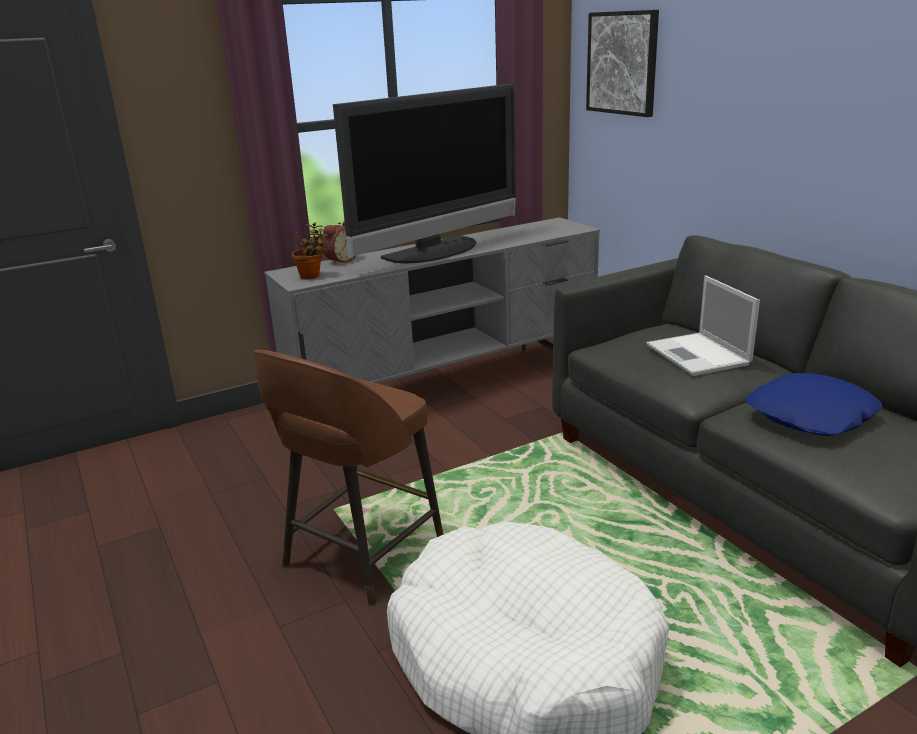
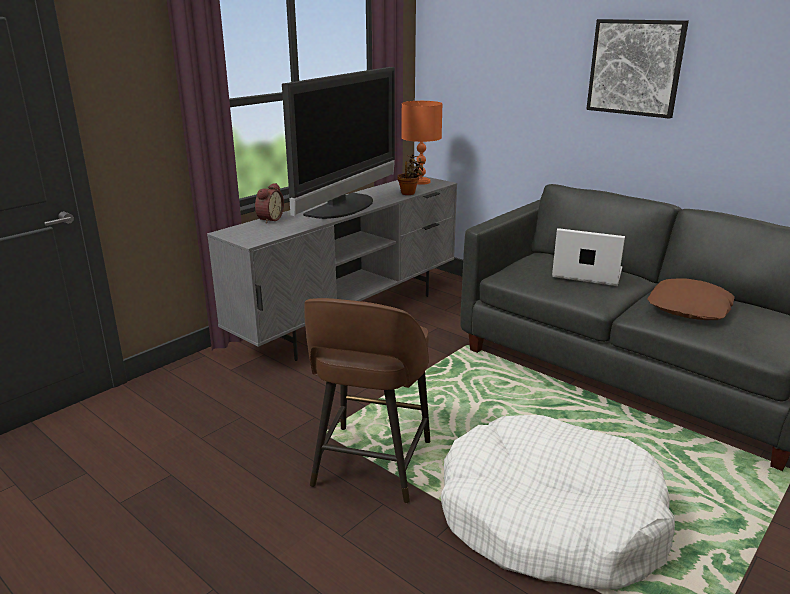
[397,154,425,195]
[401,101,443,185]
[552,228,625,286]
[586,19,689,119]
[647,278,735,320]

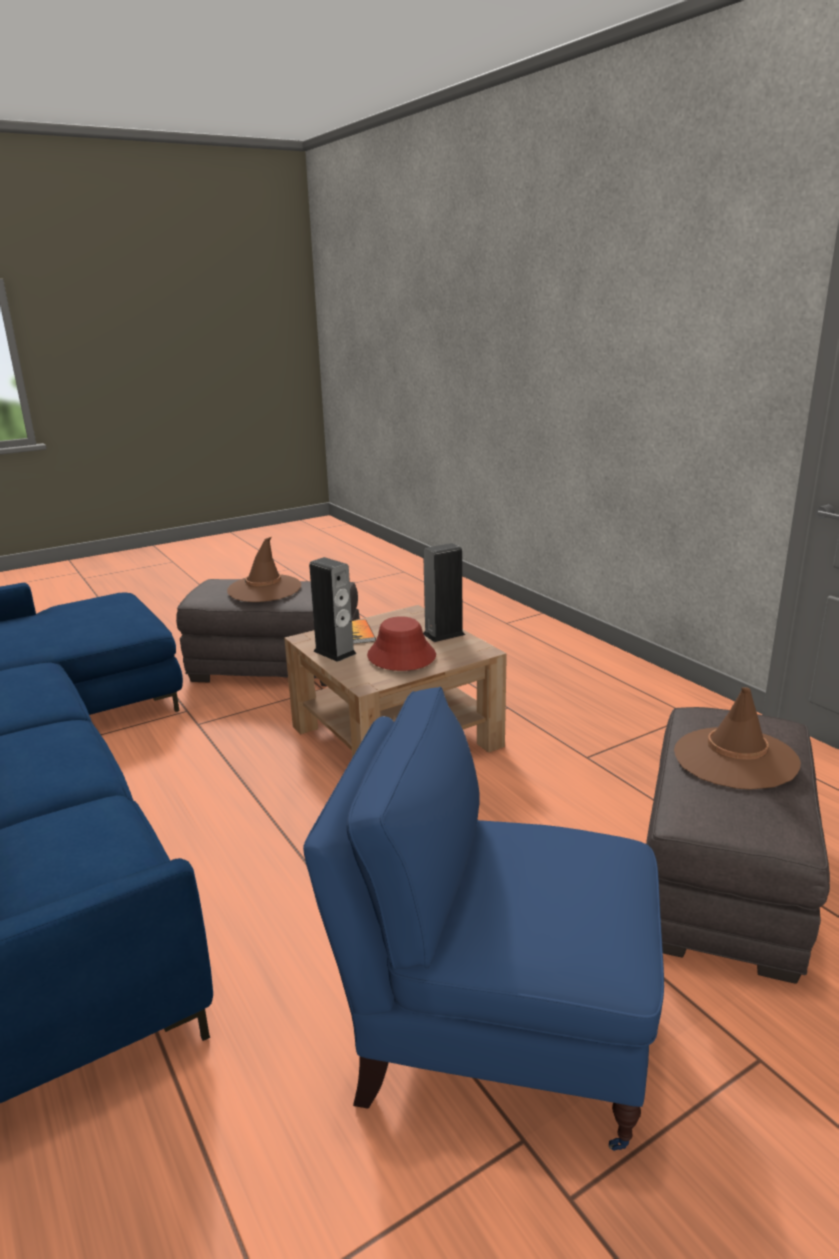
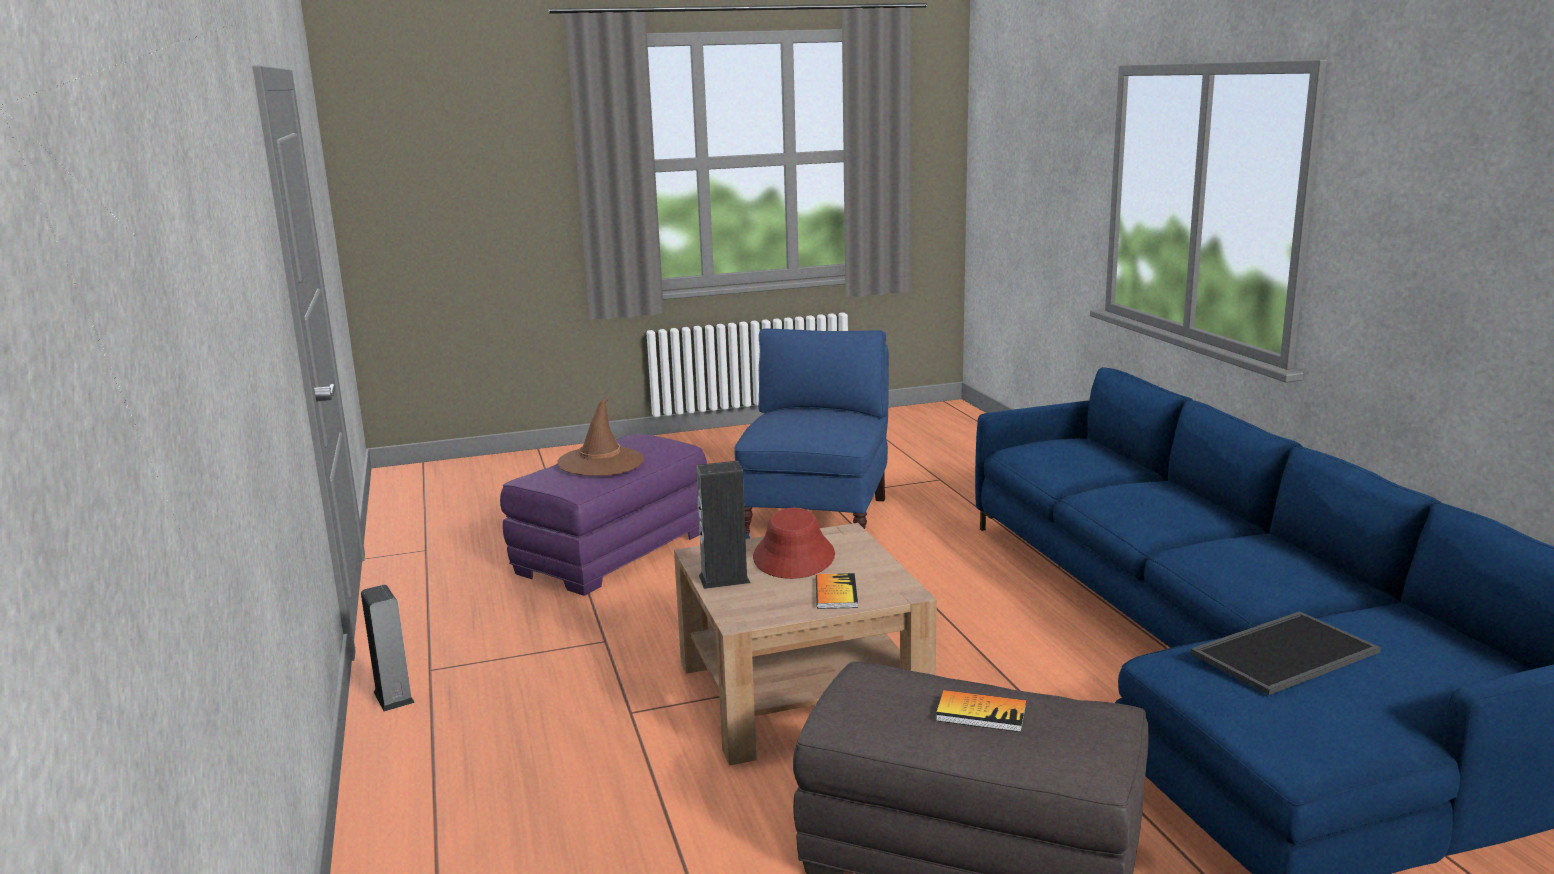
[361,585,415,712]
[500,434,707,596]
[734,329,889,539]
[936,690,1026,732]
[1191,611,1381,695]

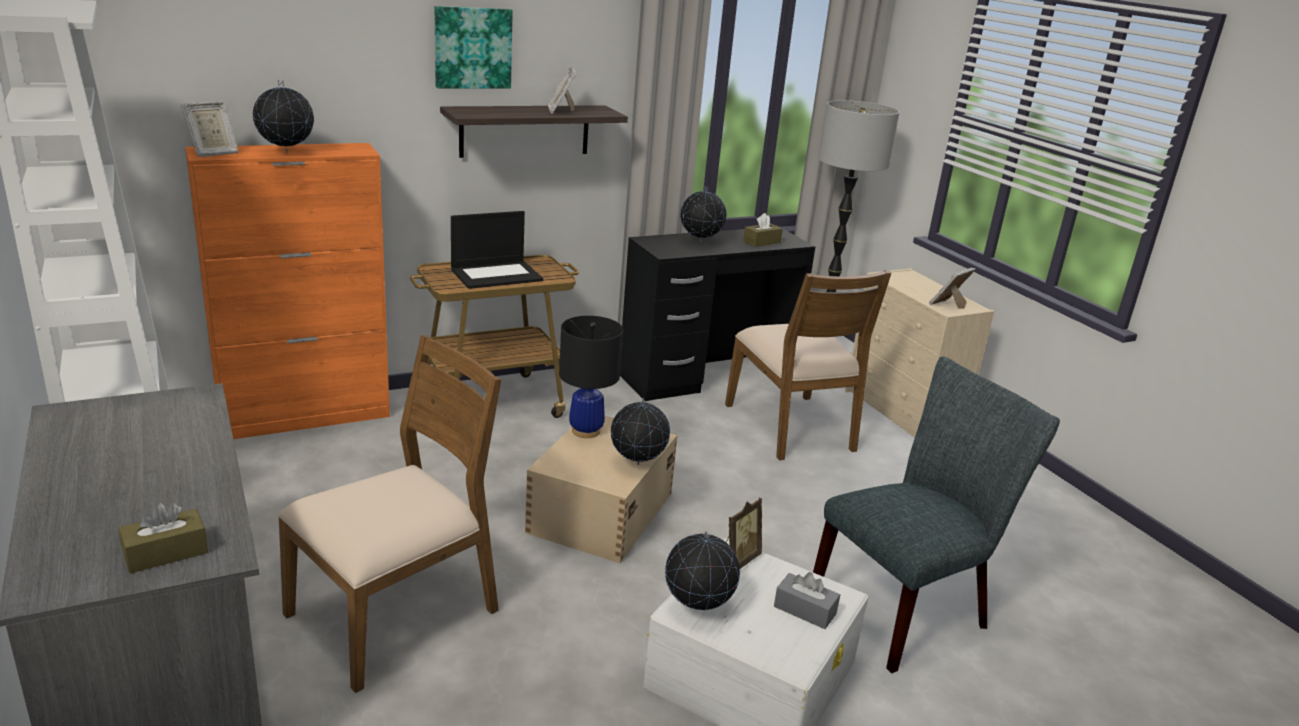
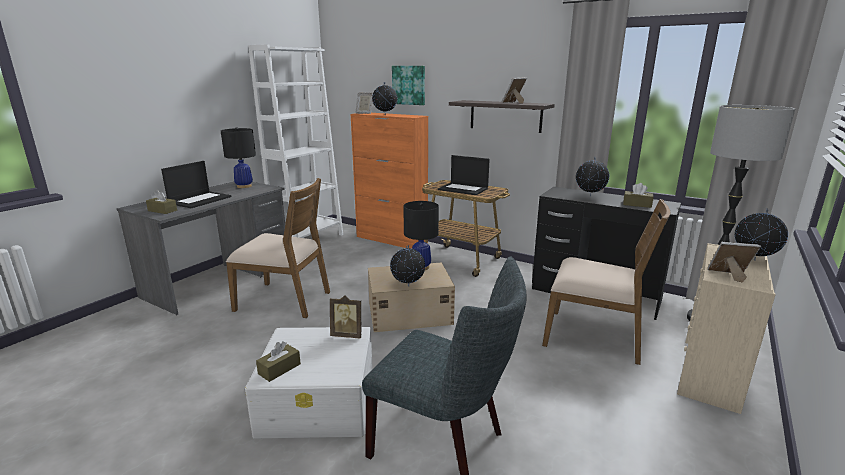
[161,161,232,208]
[221,127,256,188]
[256,341,301,382]
[392,66,425,105]
[542,199,670,365]
[735,208,788,261]
[774,572,840,629] (first image)

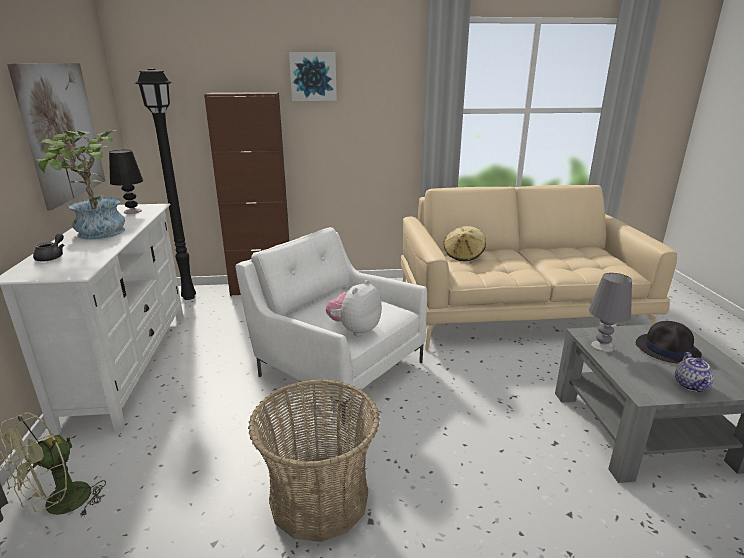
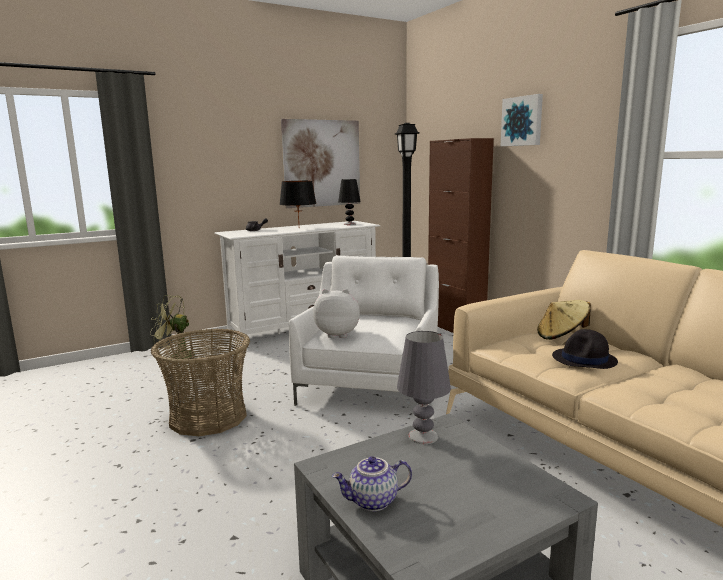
[279,181,316,222]
[552,329,618,369]

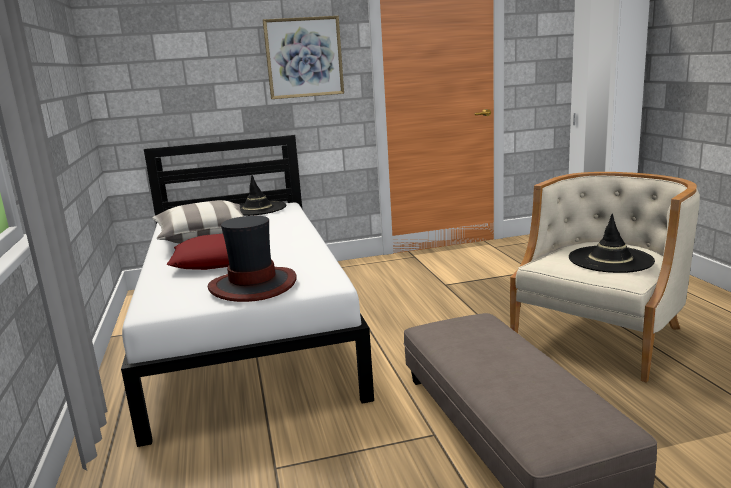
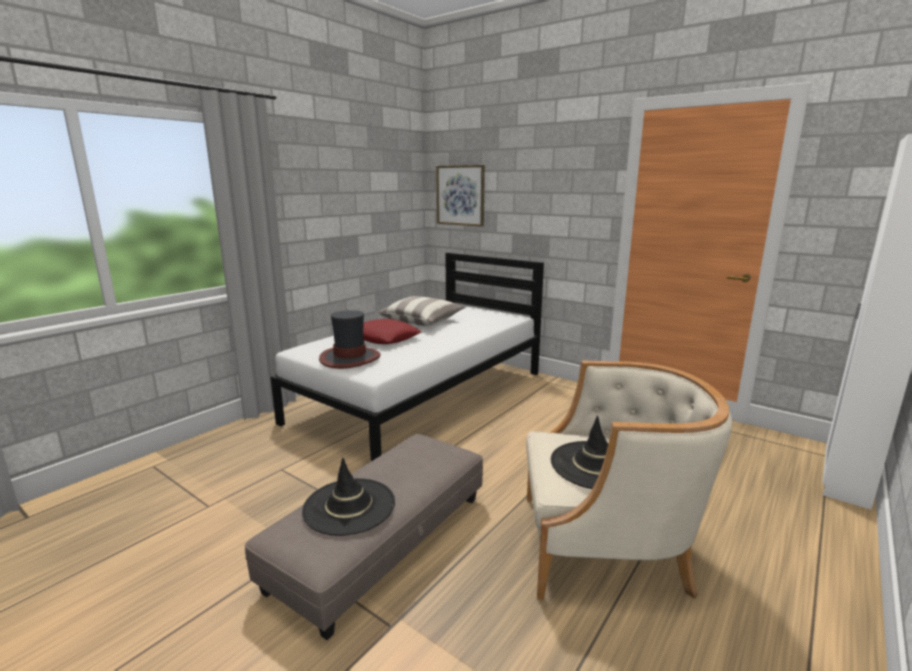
[302,458,395,536]
[436,165,485,227]

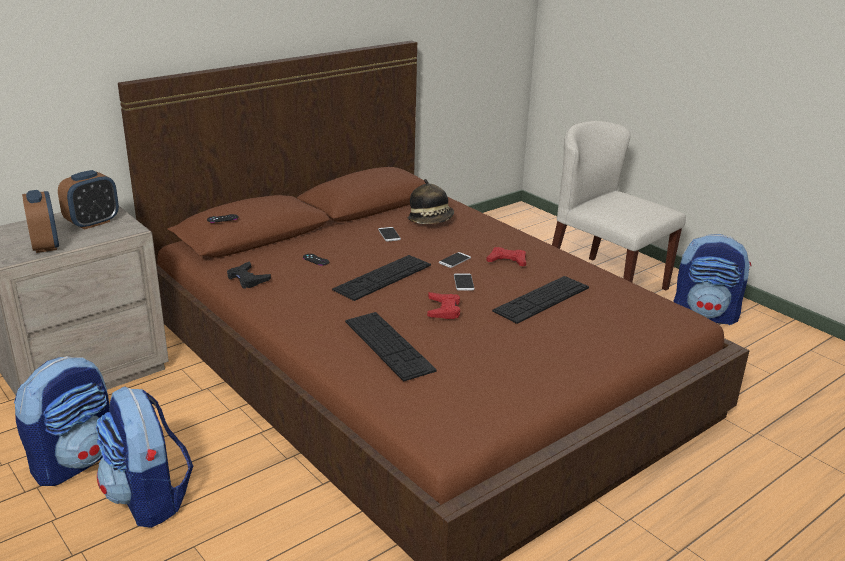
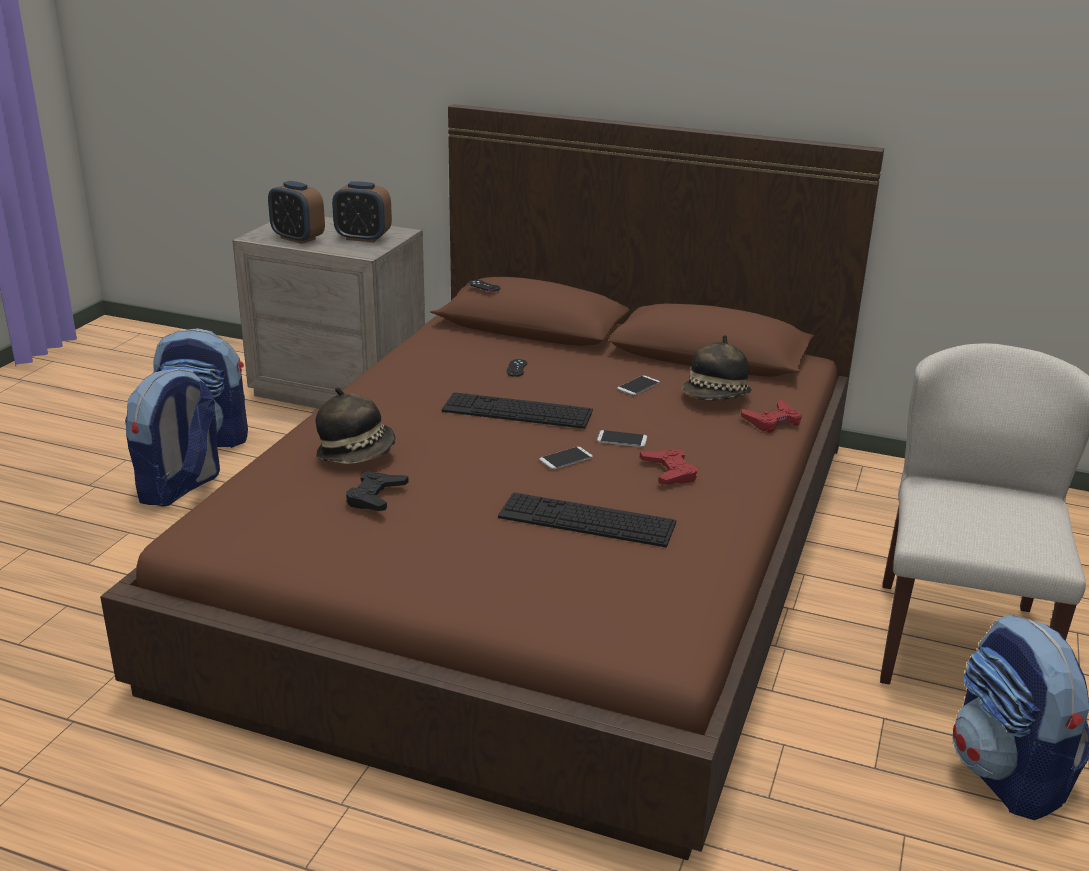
[268,181,325,244]
[315,387,396,464]
[346,471,409,511]
[741,399,802,433]

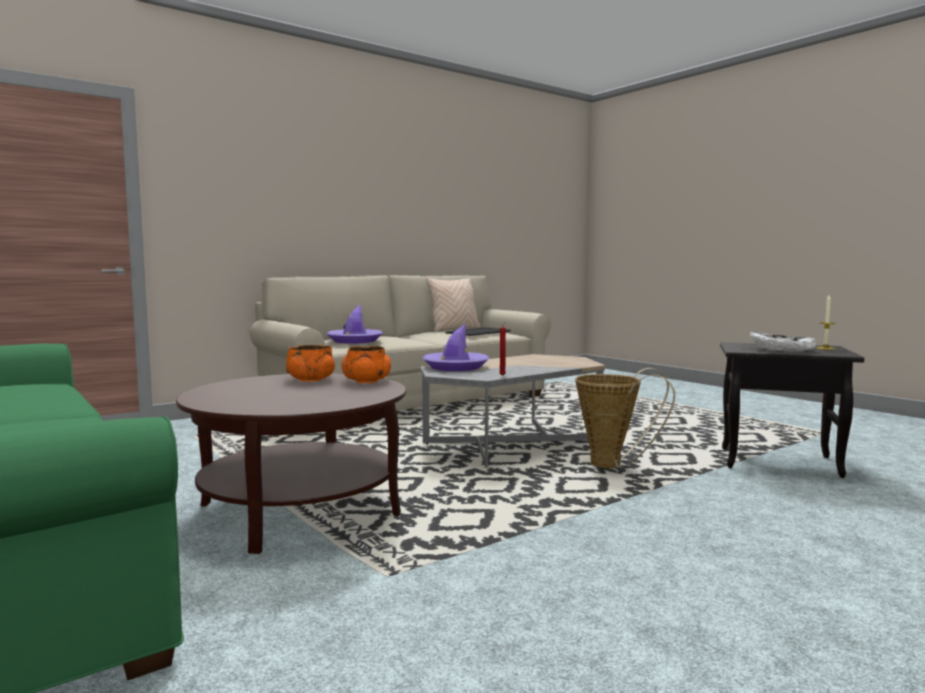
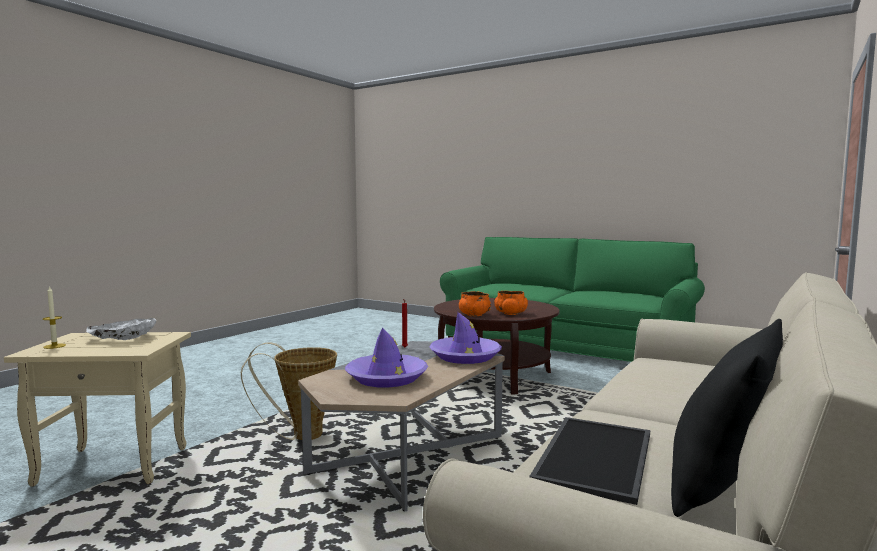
[4,332,191,487]
[345,328,428,387]
[671,319,783,517]

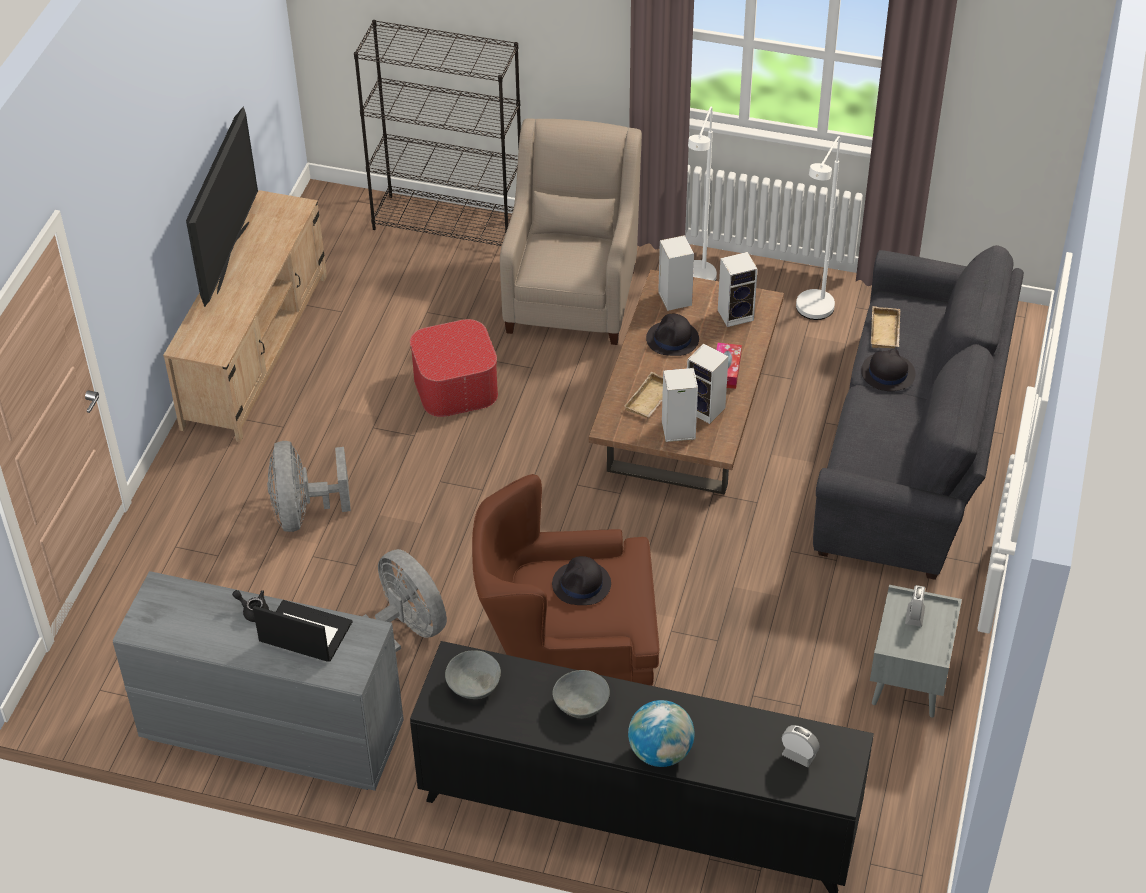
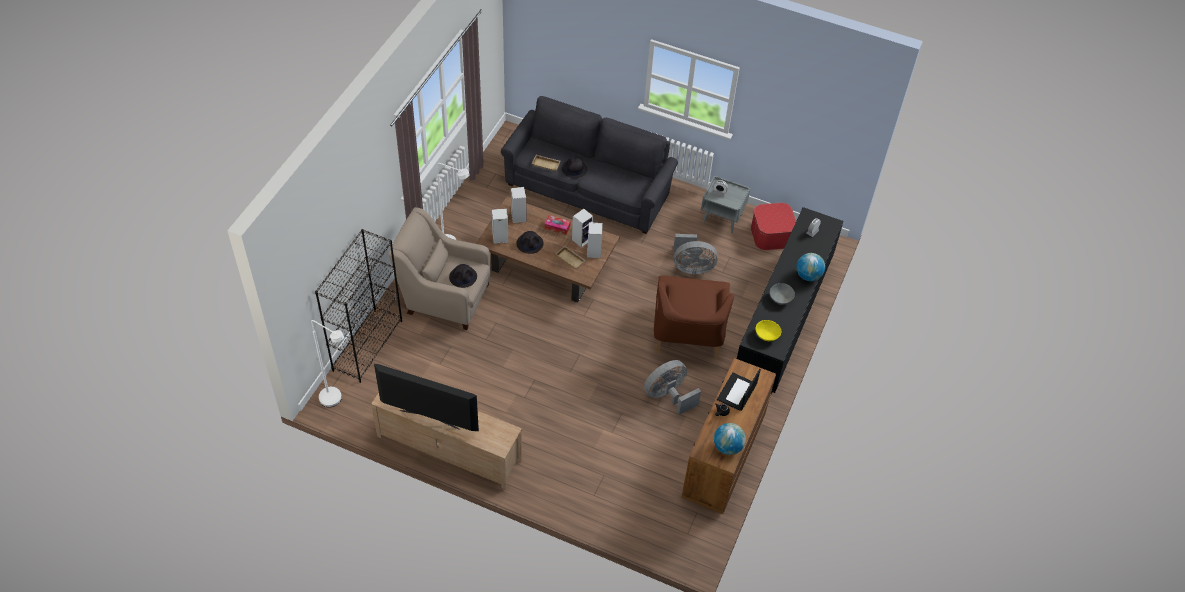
[311,320,344,407]
[449,264,477,288]
[673,234,718,274]
[681,358,776,514]
[714,423,746,455]
[751,203,796,250]
[756,320,781,341]

